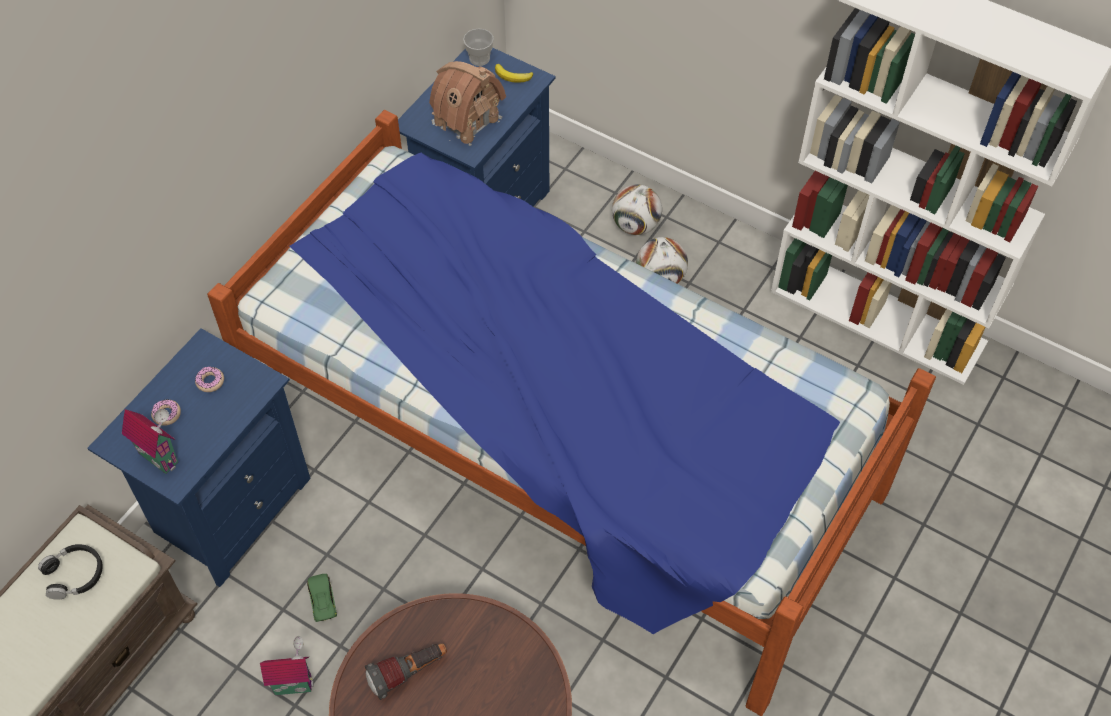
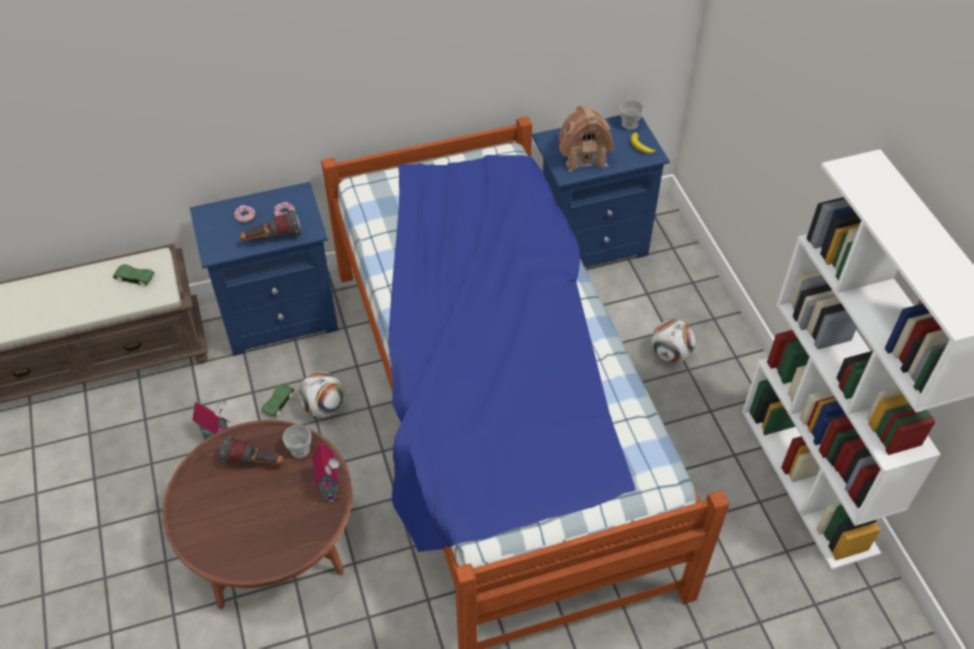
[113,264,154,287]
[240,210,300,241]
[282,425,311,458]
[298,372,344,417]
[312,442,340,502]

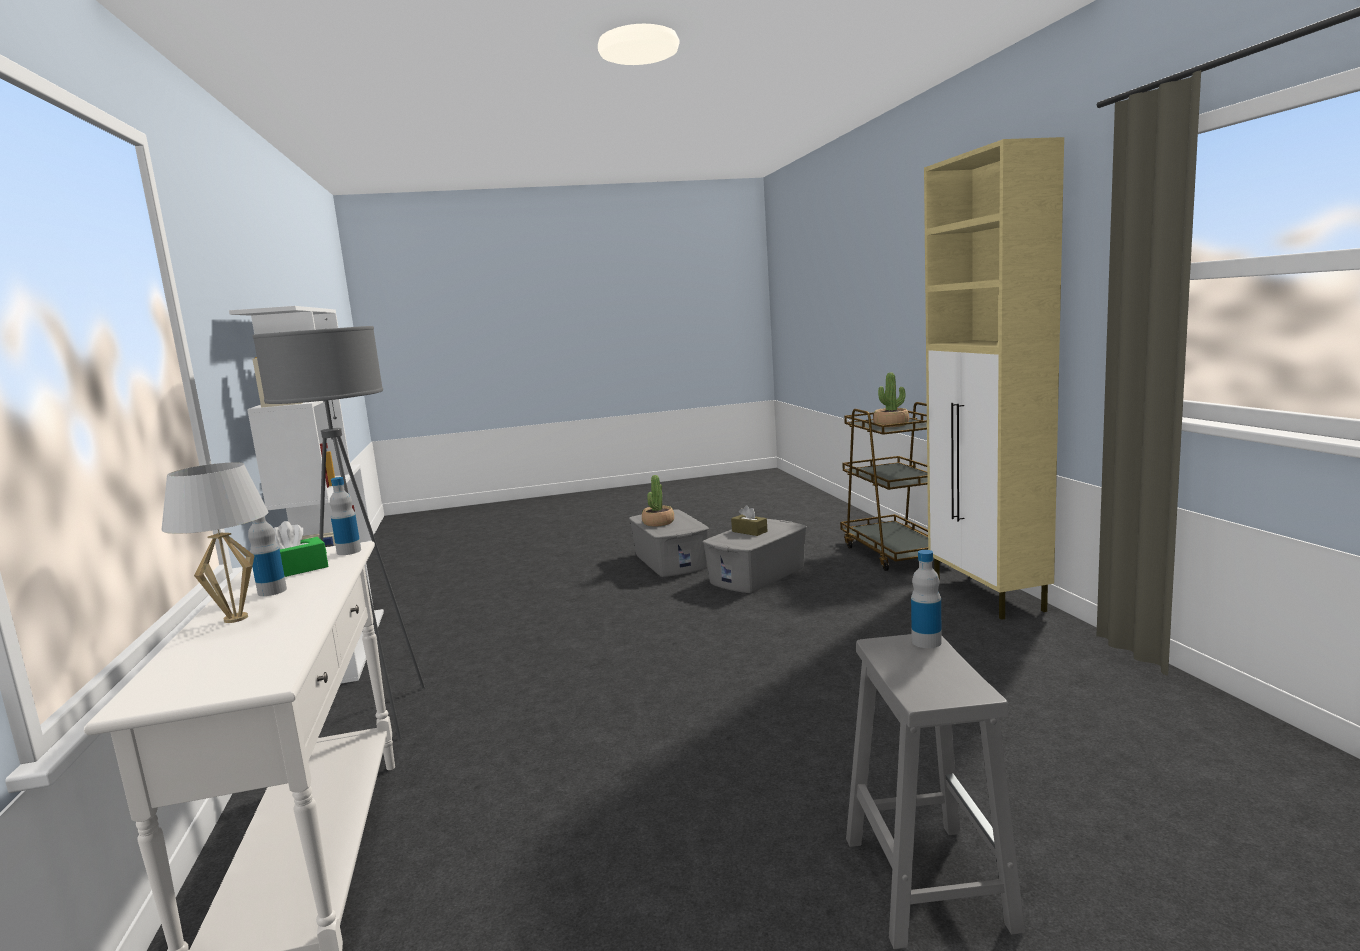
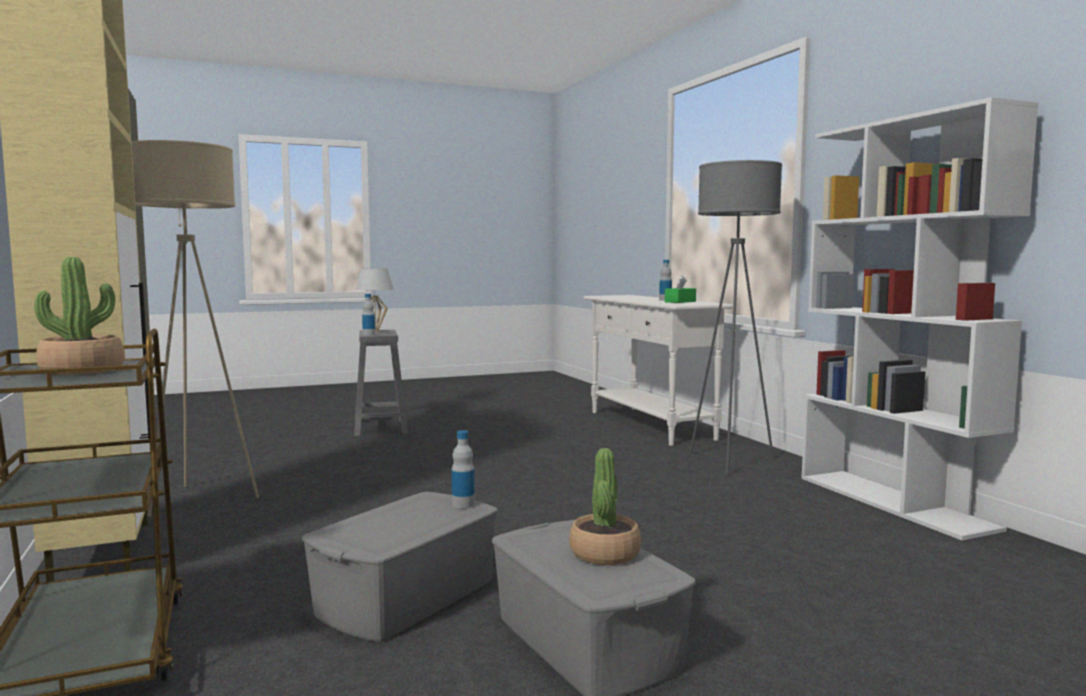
[131,140,259,516]
[356,268,394,332]
[452,430,475,508]
[731,505,768,536] (first image)

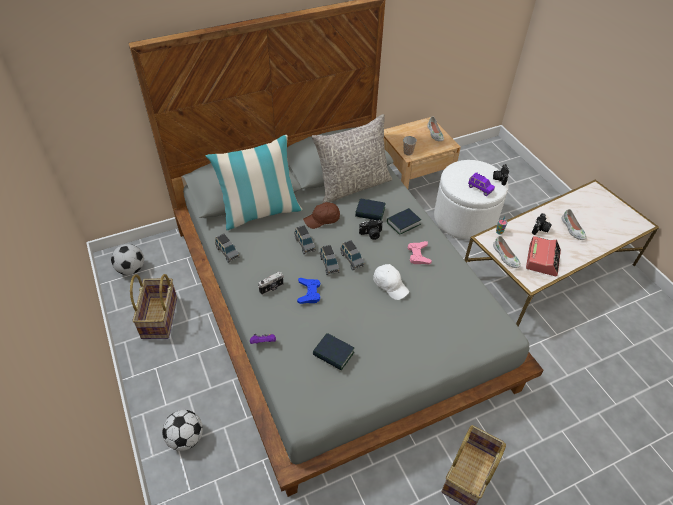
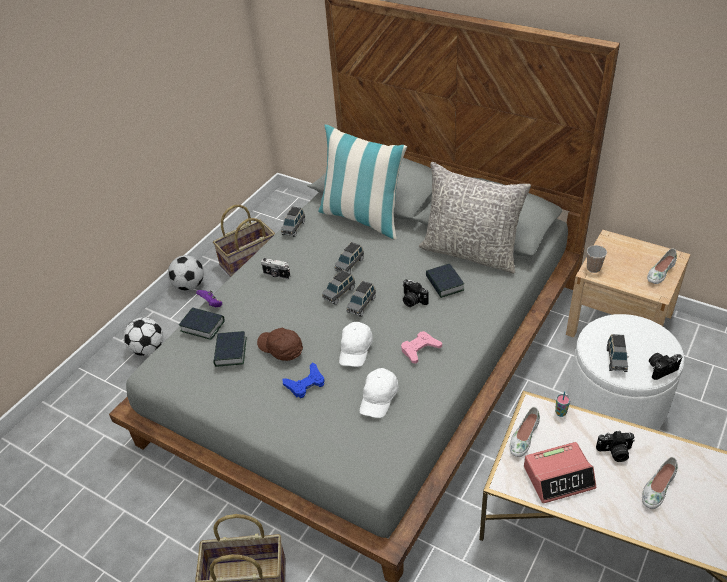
[168,255,204,291]
[179,307,224,340]
[257,328,303,361]
[283,362,325,398]
[360,368,398,418]
[607,334,628,372]

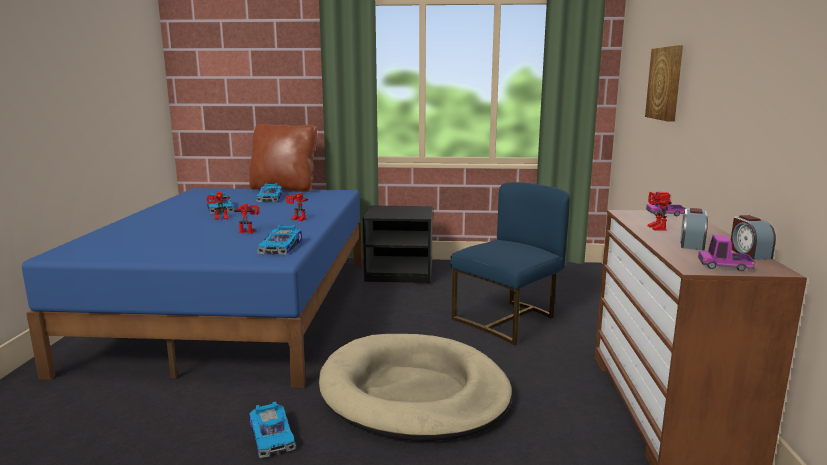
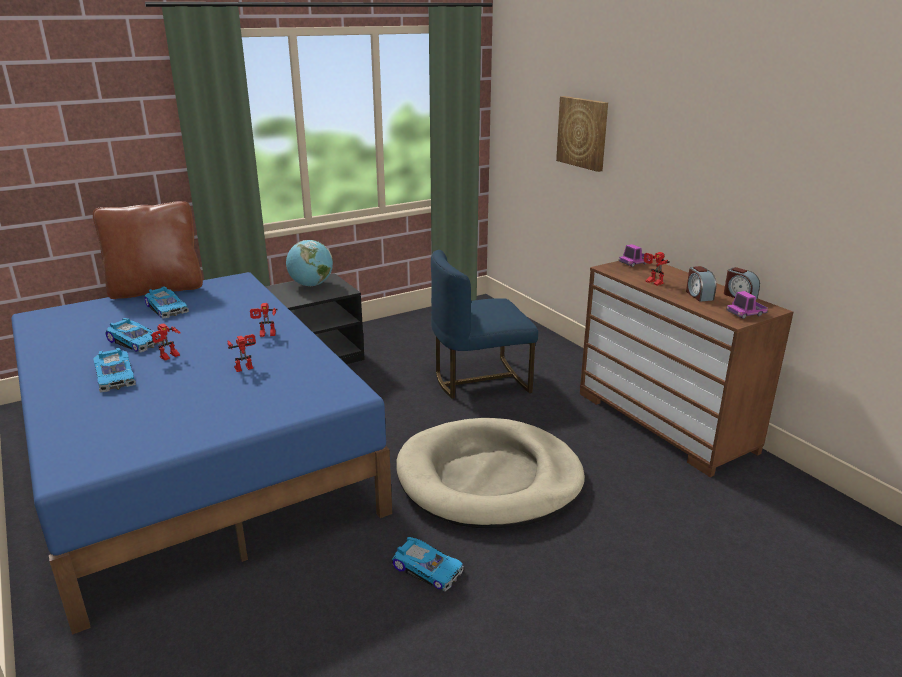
[93,347,136,392]
[286,240,333,286]
[431,250,538,399]

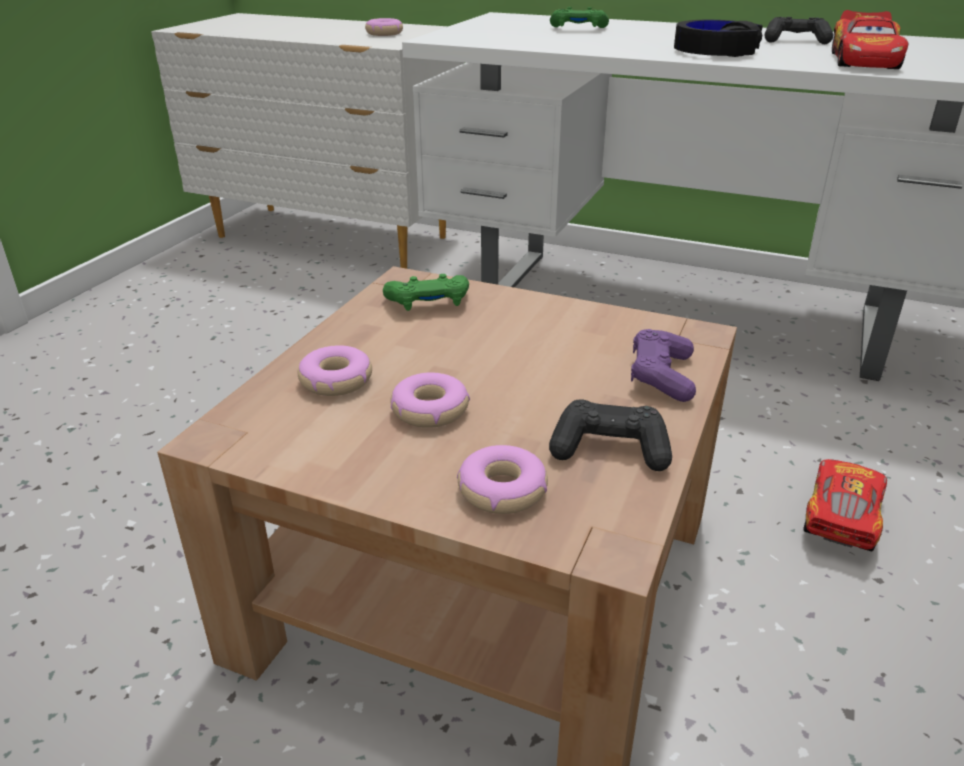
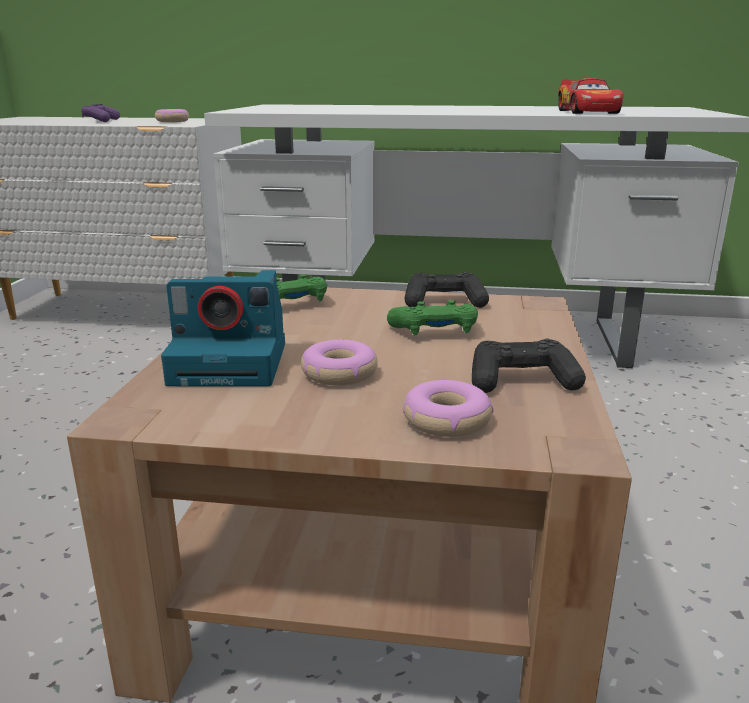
[81,104,120,122]
[161,270,285,386]
[387,300,478,335]
[405,272,489,308]
[674,20,763,57] (first image)
[803,459,887,552] (first image)

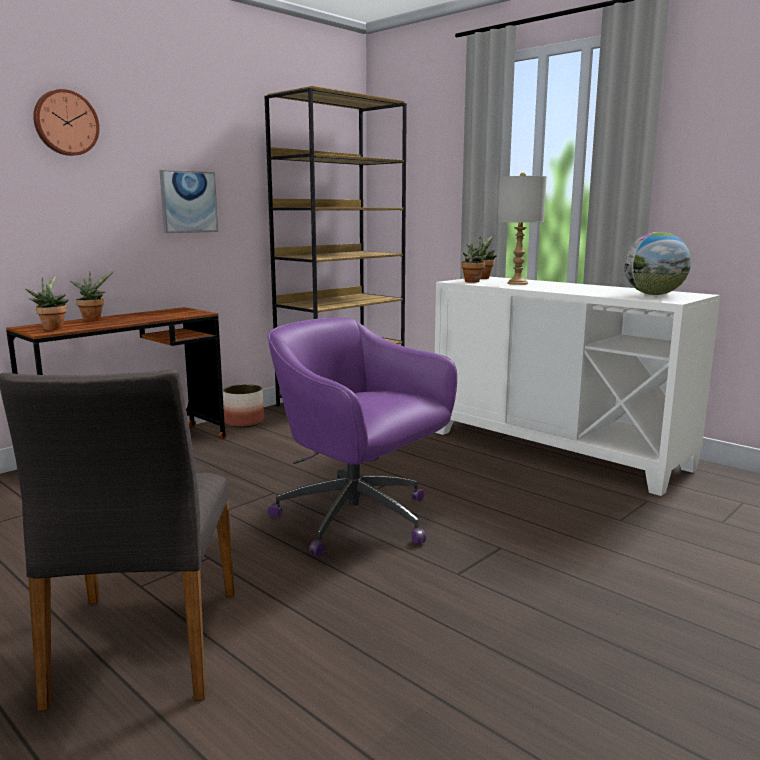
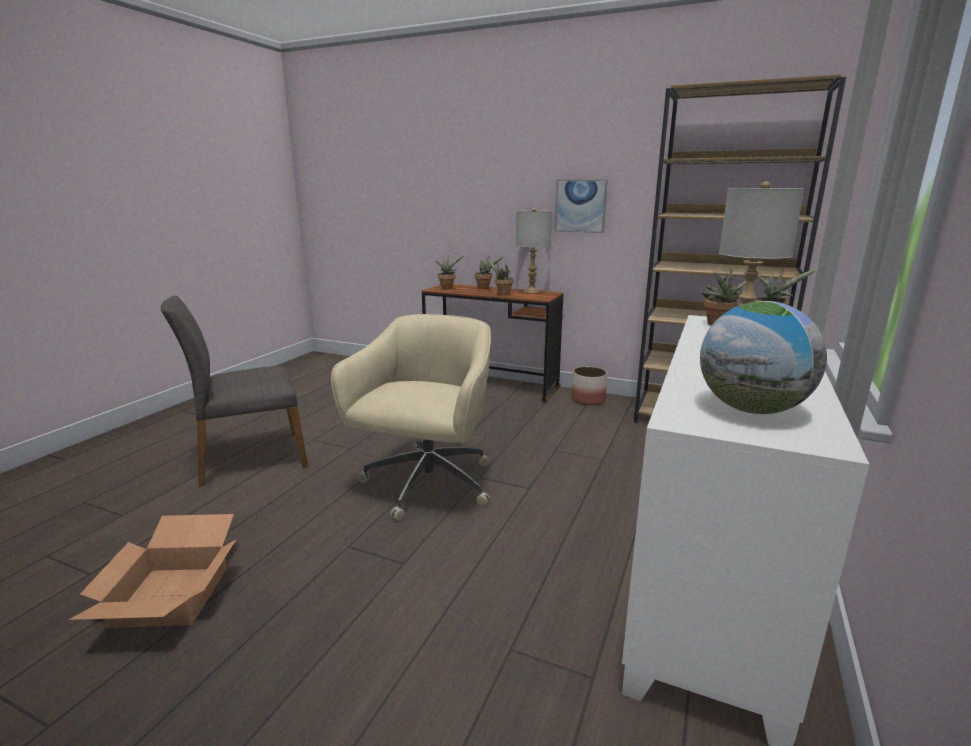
[69,514,237,628]
[331,314,491,521]
[486,258,513,295]
[516,208,552,293]
[33,89,100,156] (first image)

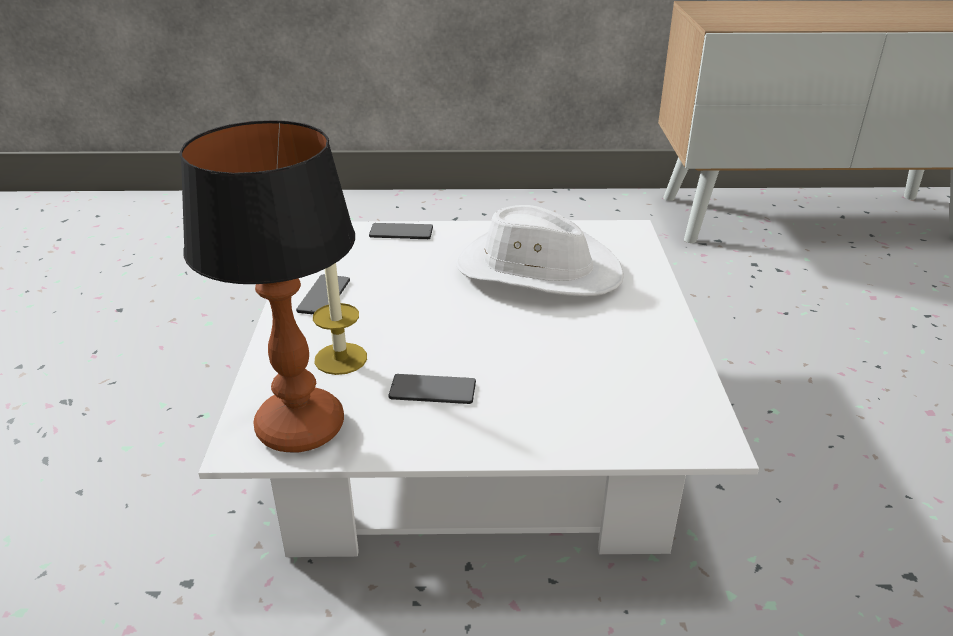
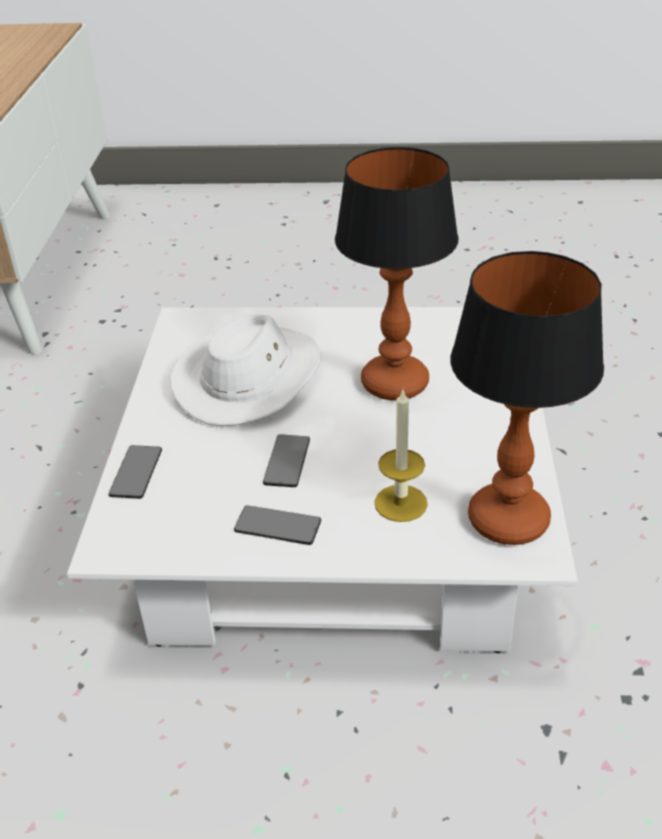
[263,434,310,487]
[335,147,459,401]

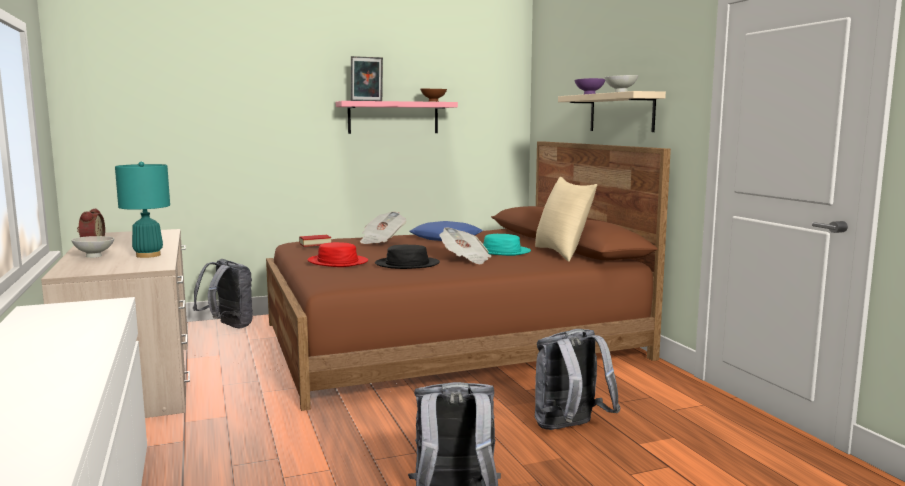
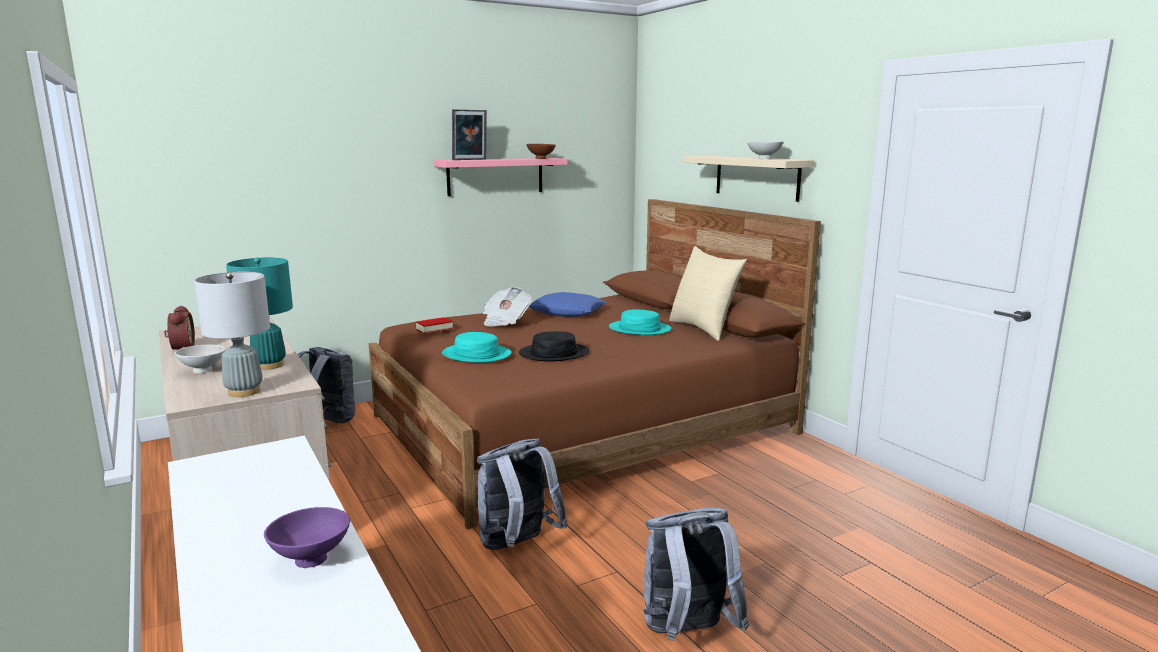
[194,272,270,397]
[264,507,350,568]
[442,332,511,363]
[477,439,568,550]
[439,227,491,264] (first image)

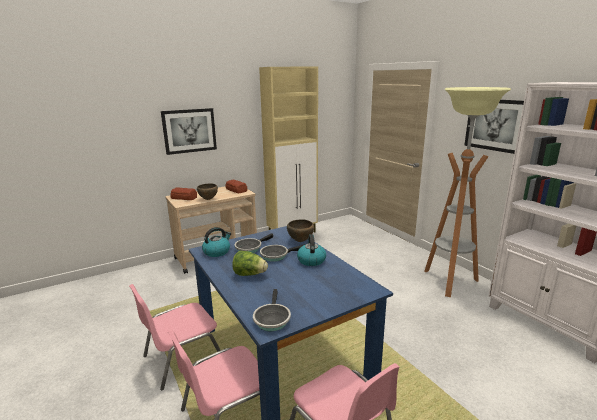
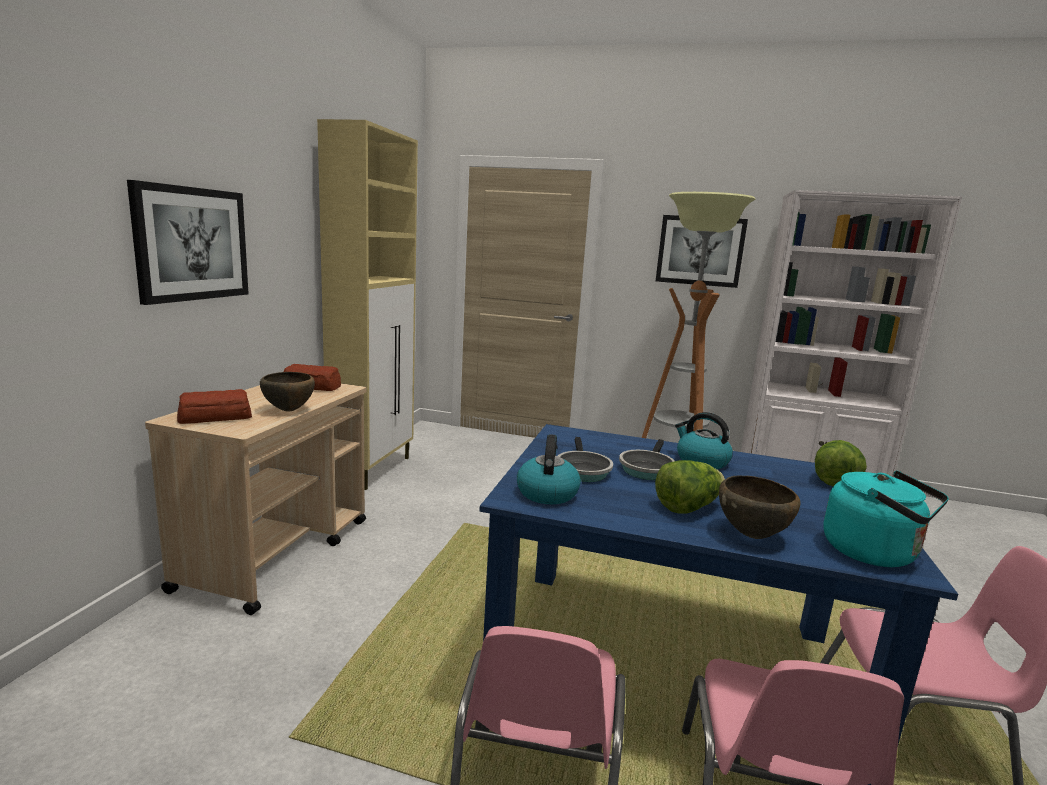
[719,476,801,539]
[815,440,867,486]
[823,470,949,567]

